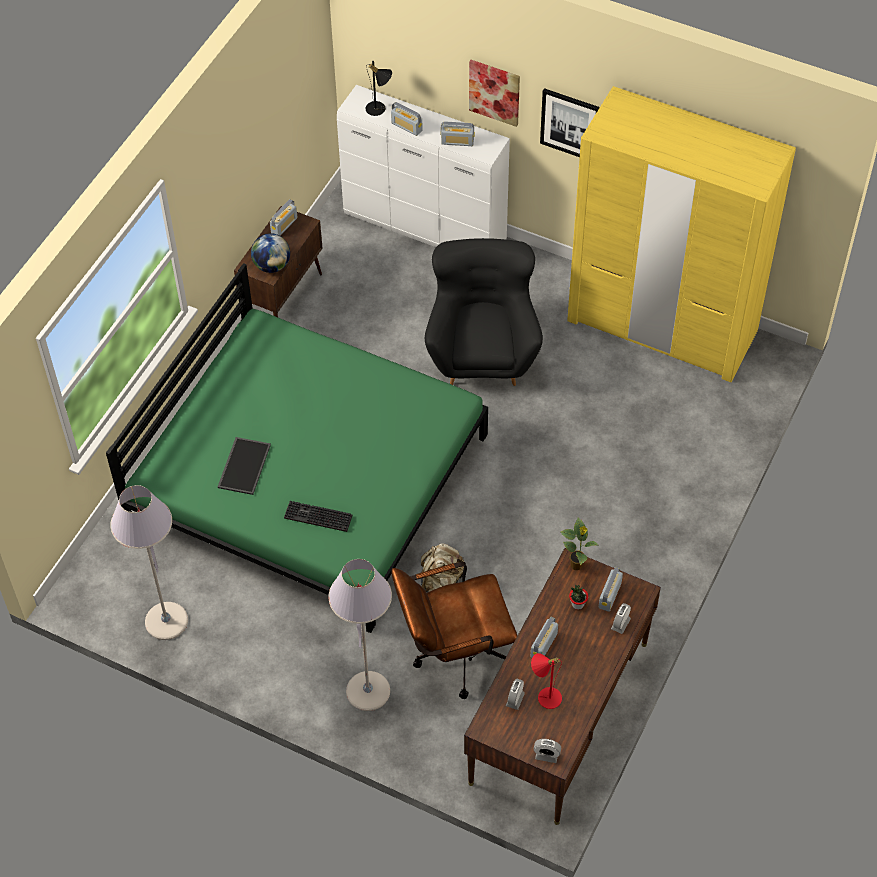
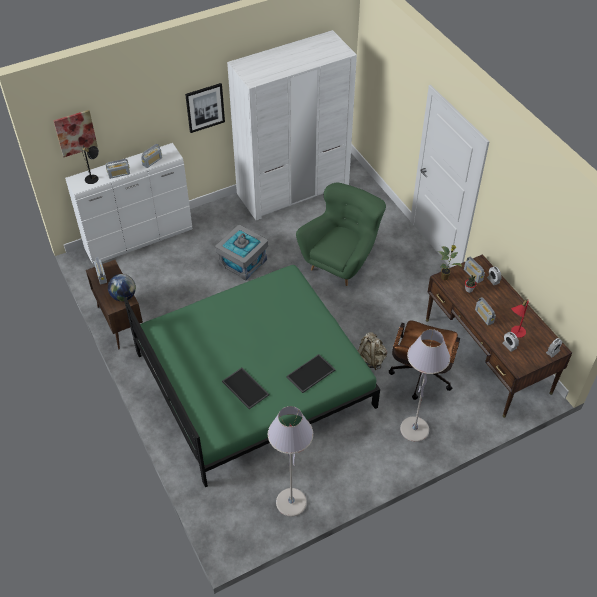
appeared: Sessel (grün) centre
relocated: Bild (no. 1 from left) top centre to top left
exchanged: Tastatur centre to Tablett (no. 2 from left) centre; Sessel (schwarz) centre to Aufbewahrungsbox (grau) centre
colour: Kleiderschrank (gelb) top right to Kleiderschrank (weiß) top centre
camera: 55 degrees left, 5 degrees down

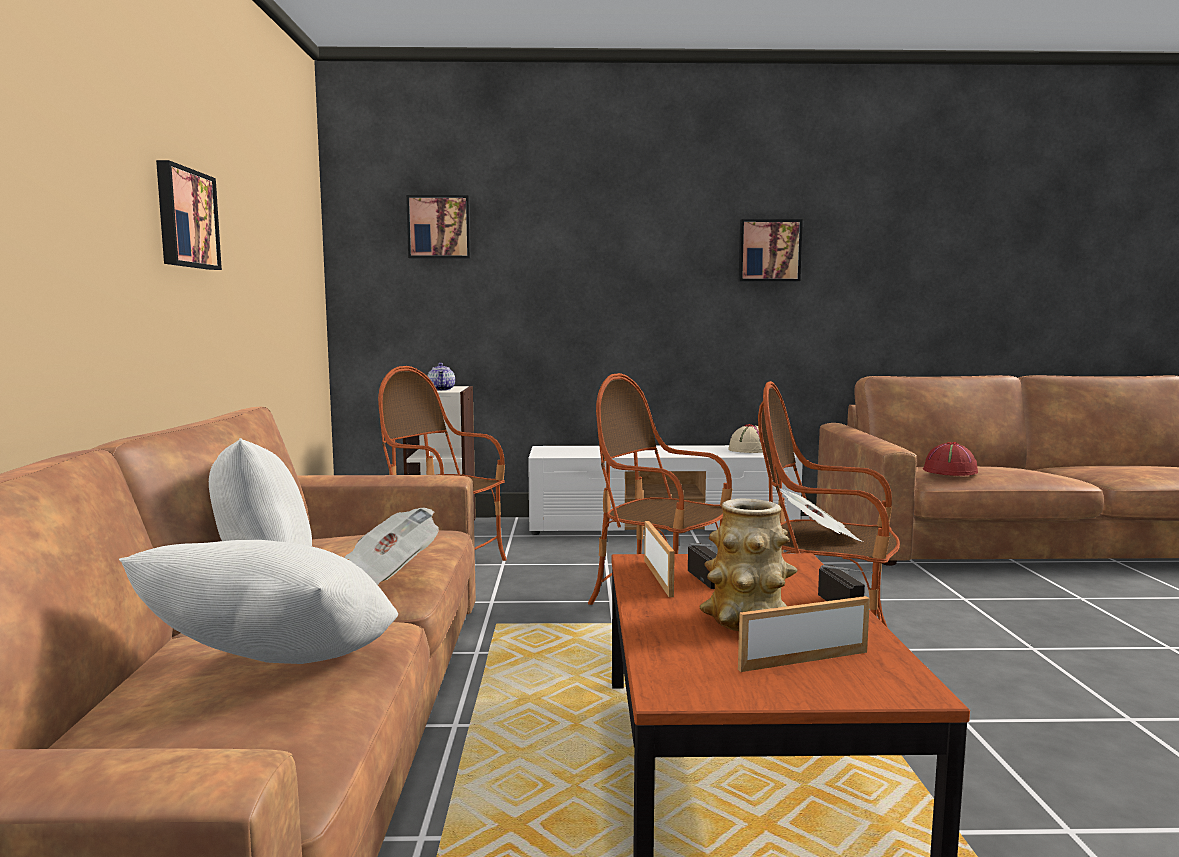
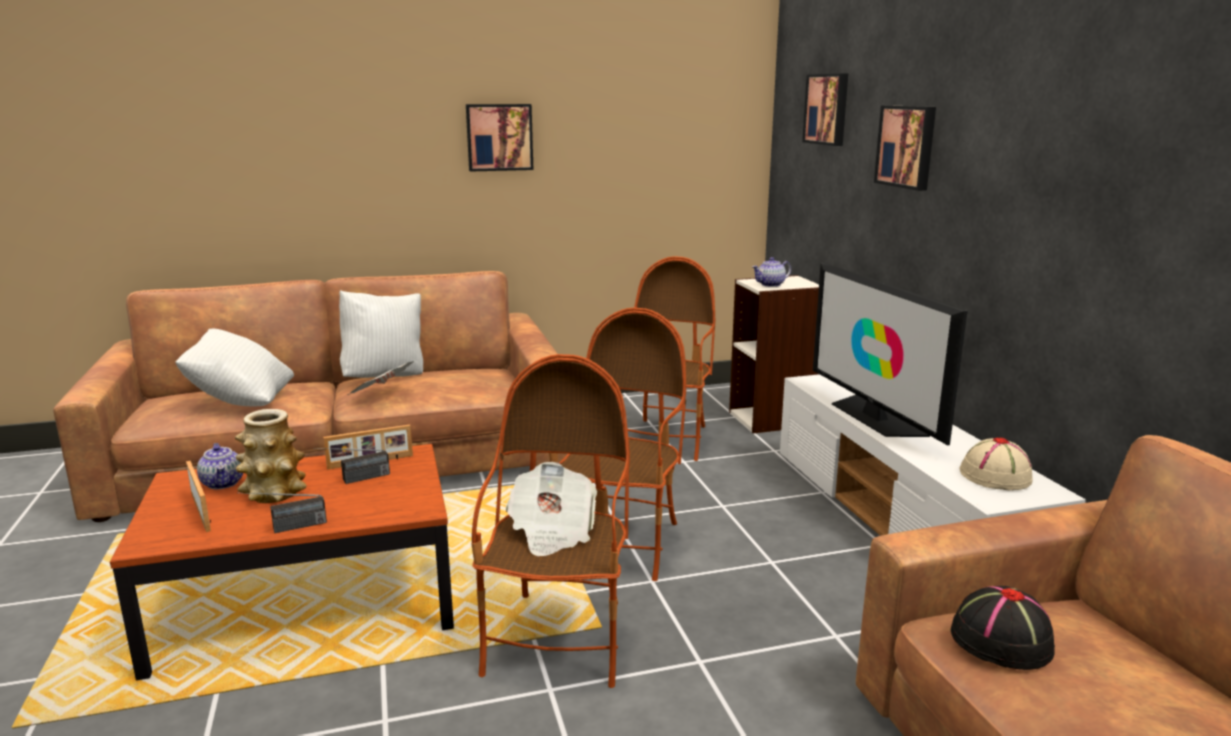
appeared: Teekanne (no. 1 from left) middle left; Fernseher middle right
relocated: Bild (no. 3 from left) top centre to top right
colour: Hut (rot) middle right to Hut (schwarz) bottom right
camera: 75 degrees right, 10 degrees up

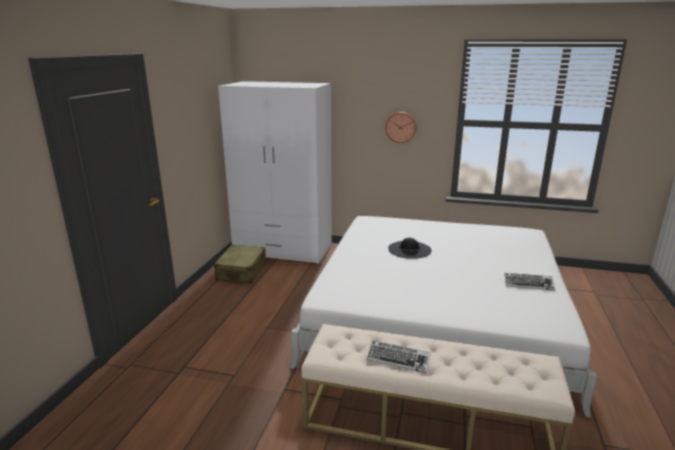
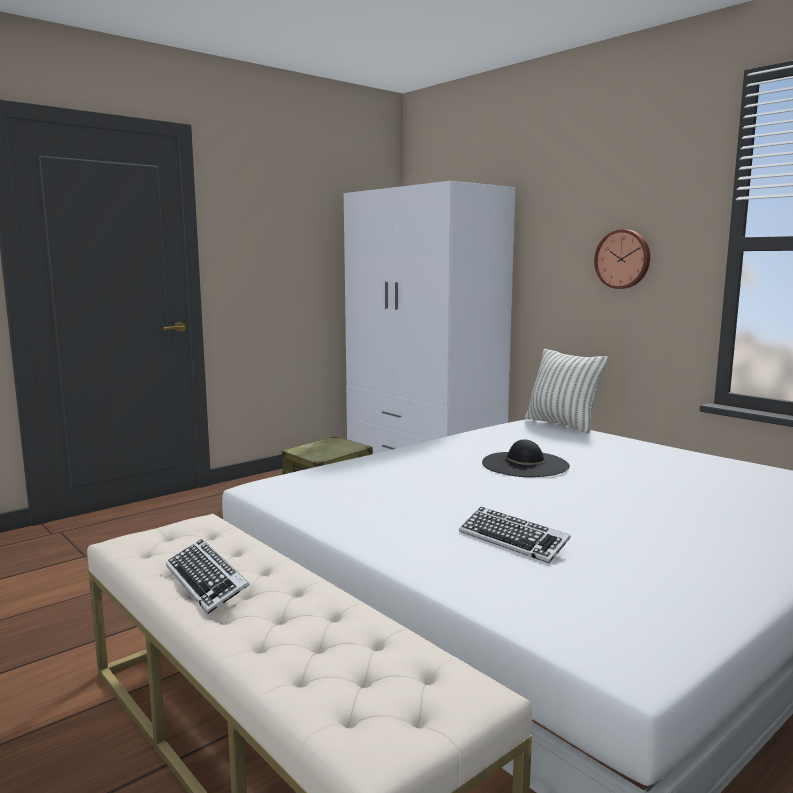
appeared: Kissen middle right
relocated: Tastatur (no. 2 from left) middle right to bottom centre
camera: 35 degrees right, 10 degrees down

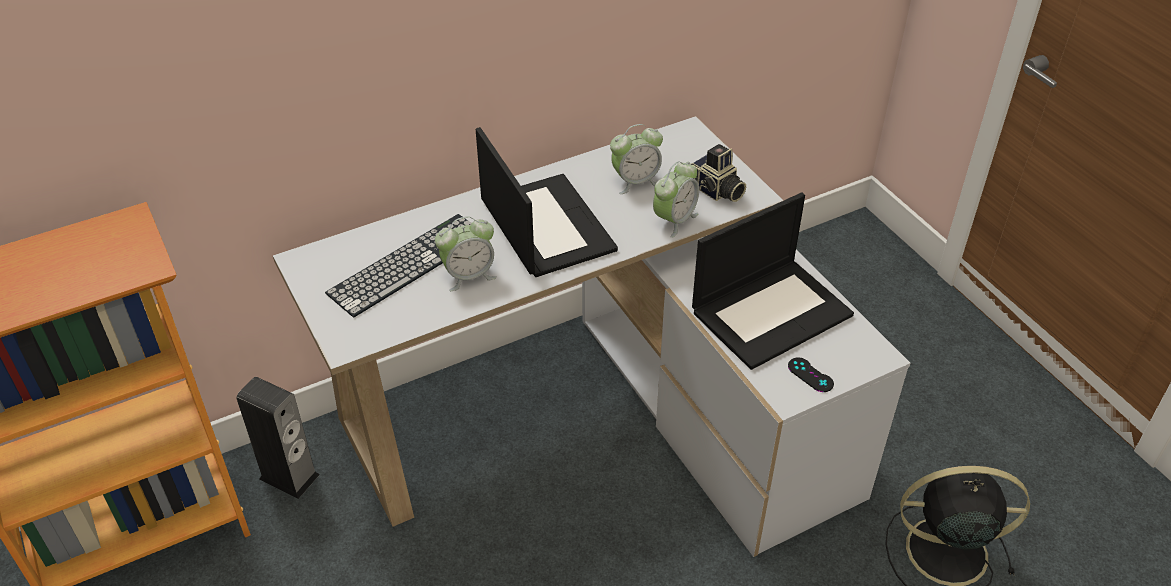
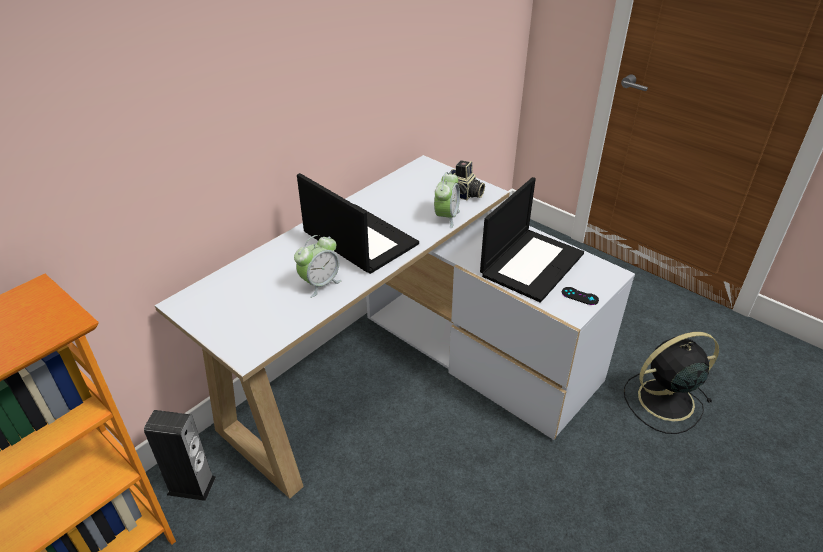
missing: Tastatur centre; Wecker (no. 2 from left) top centre
camera: 20 degrees left, 5 degrees down

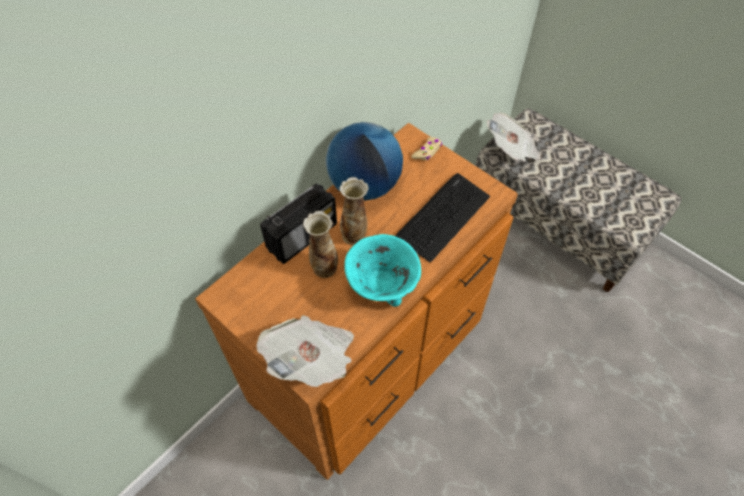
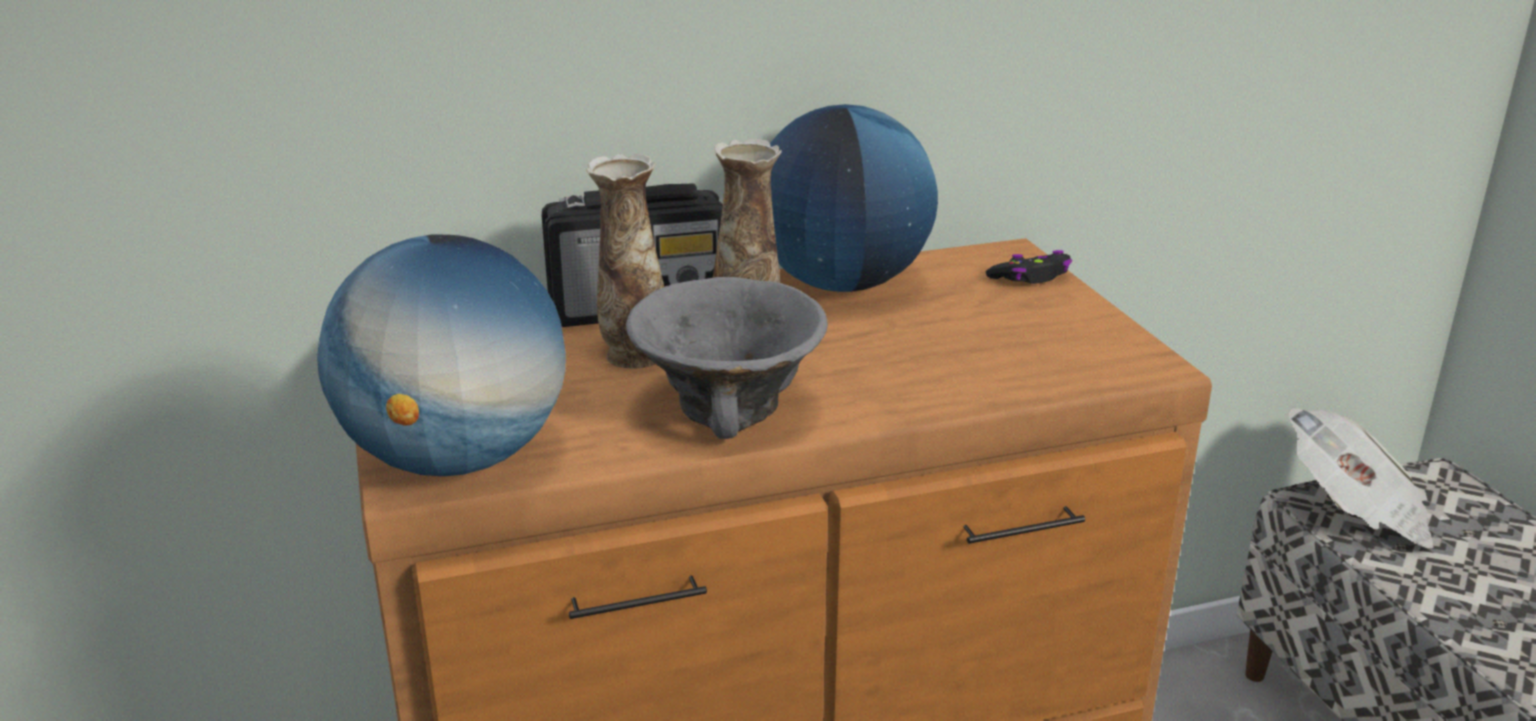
missing: Tastatur centre
exchanged: Zeitung (no. 1 from left) bottom centre to Globus (no. 1 from left) middle left
colour: Schüssel (türkis) centre to Schüssel (grau) centre; Gamepad (beige) top centre to Gamepad (schwarz) middle right
camera: 30 degrees right, 30 degrees down

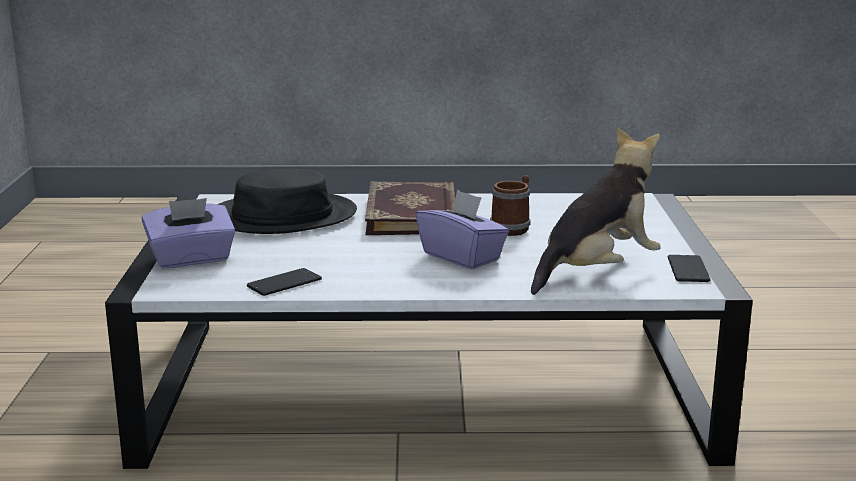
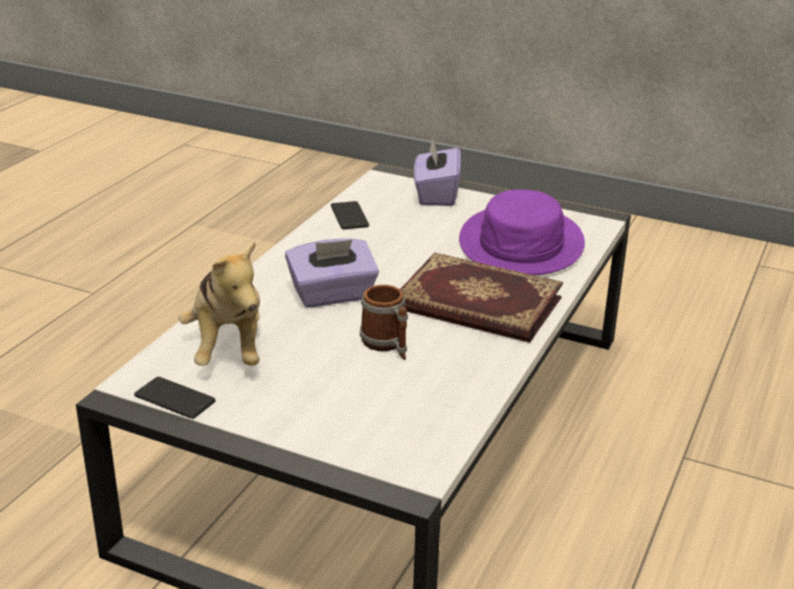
colour: Hut (schwarz) centre to Hut (lila) centre
camera: 115 degrees right, 10 degrees up

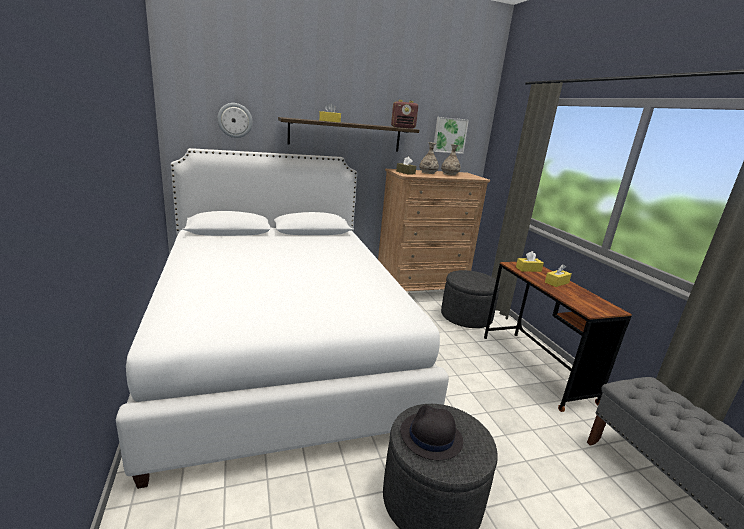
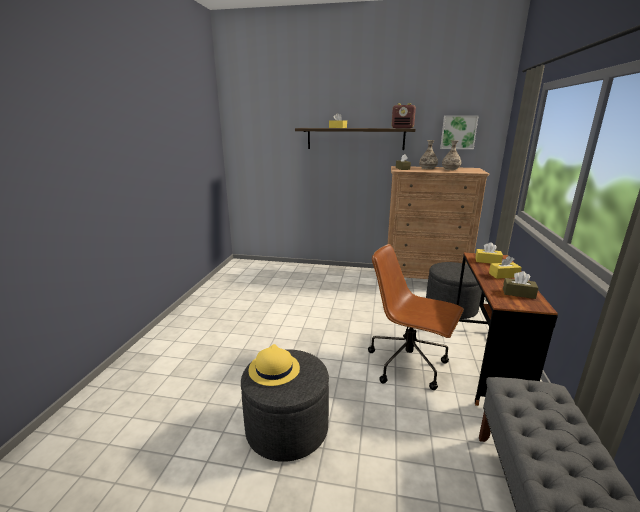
missing: Bett (weiß) centre; Wanduhr top left
appeared: Bürostuhl (braun) centre; Taschentuchbox (braun) (no. 2 from left) middle right
colour: Hut (schwarz) bottom centre to Hut (gelb) bottom centre
camera: 30 degrees right, 0 degrees up

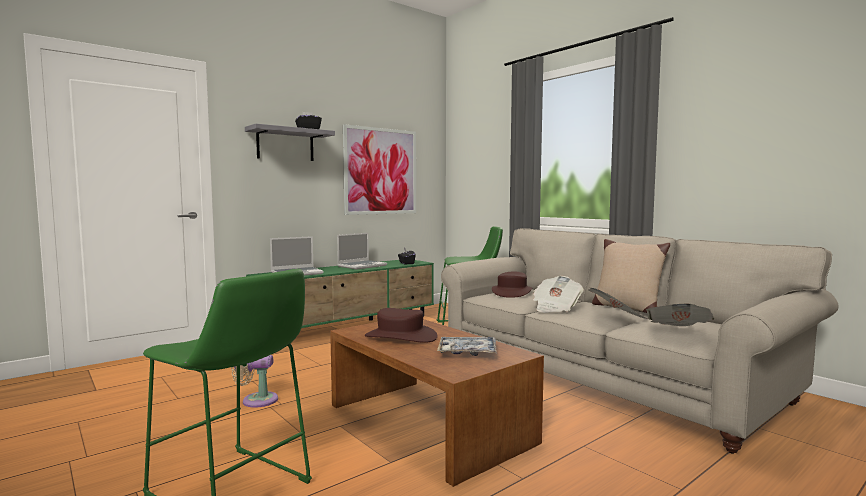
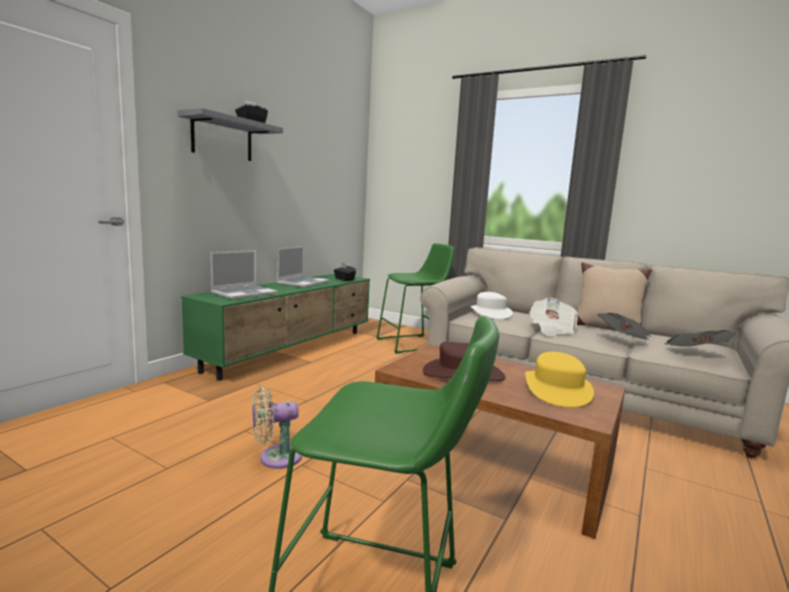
missing: Bild centre
exchanged: Tablett bottom centre to Hut (gelb) middle right
colour: Hut (braun) (no. 2 from left) centre to Hut (weiß) centre
camera: 20 degrees left, 5 degrees up

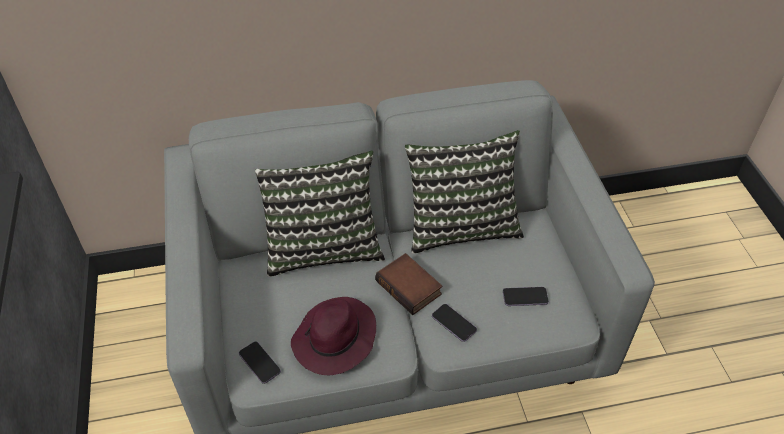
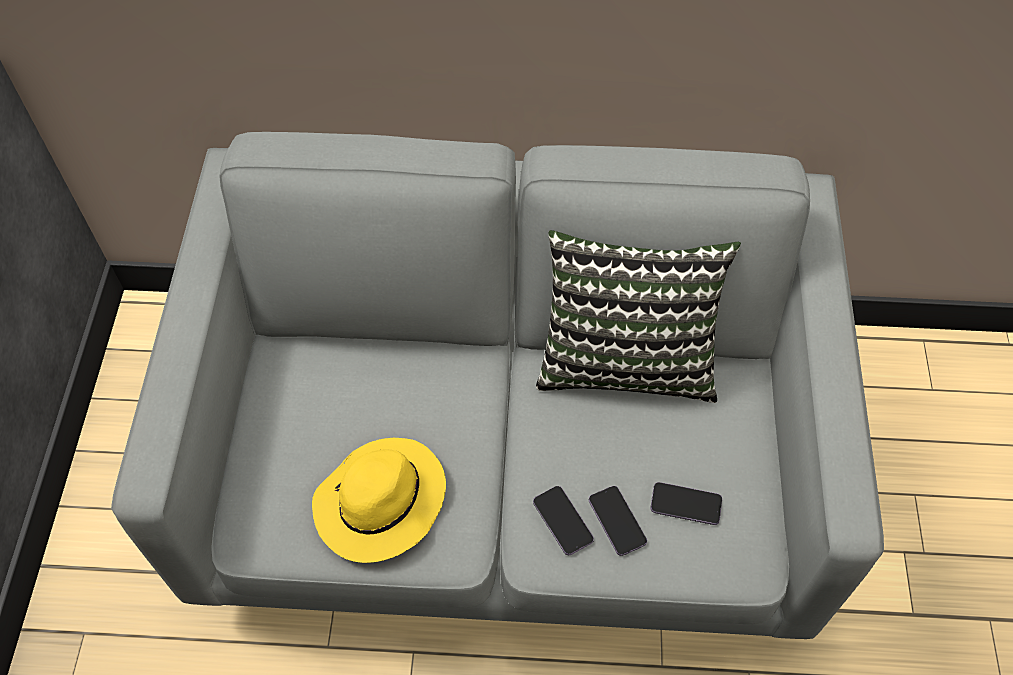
missing: Kissen (no. 1 from left) centre; Buch centre
relocated: Handy (no. 1 from left in the first image) bottom left to Handy (no. 2 from left) bottom centre
colour: Hut (lila) bottom centre to Hut (gelb) bottom centre
camera: 15 degrees right, 10 degrees up

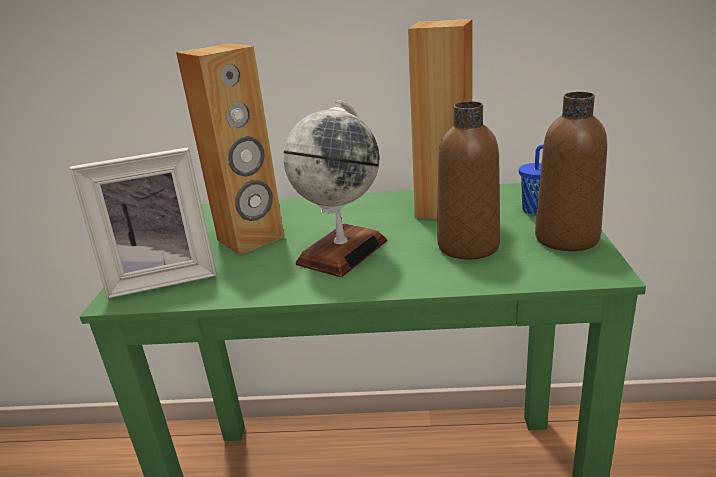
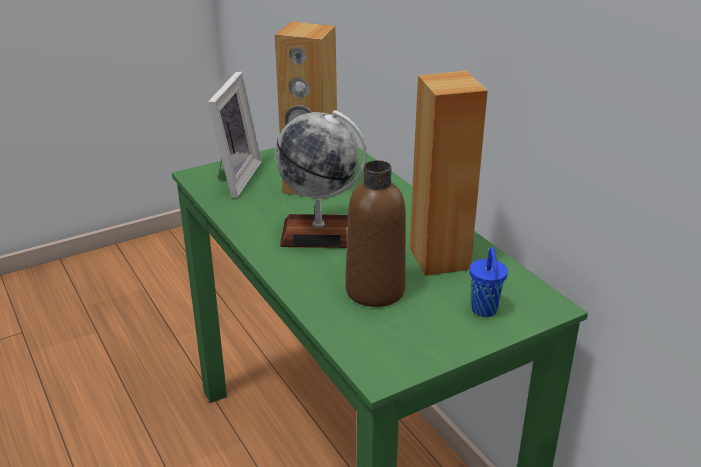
missing: Flasche (braun) (no. 2 from left) middle right
spun: Bilderrahmen middle left = top centre 120 degrees counterclockwise
camera: 55 degrees right, 5 degrees up

